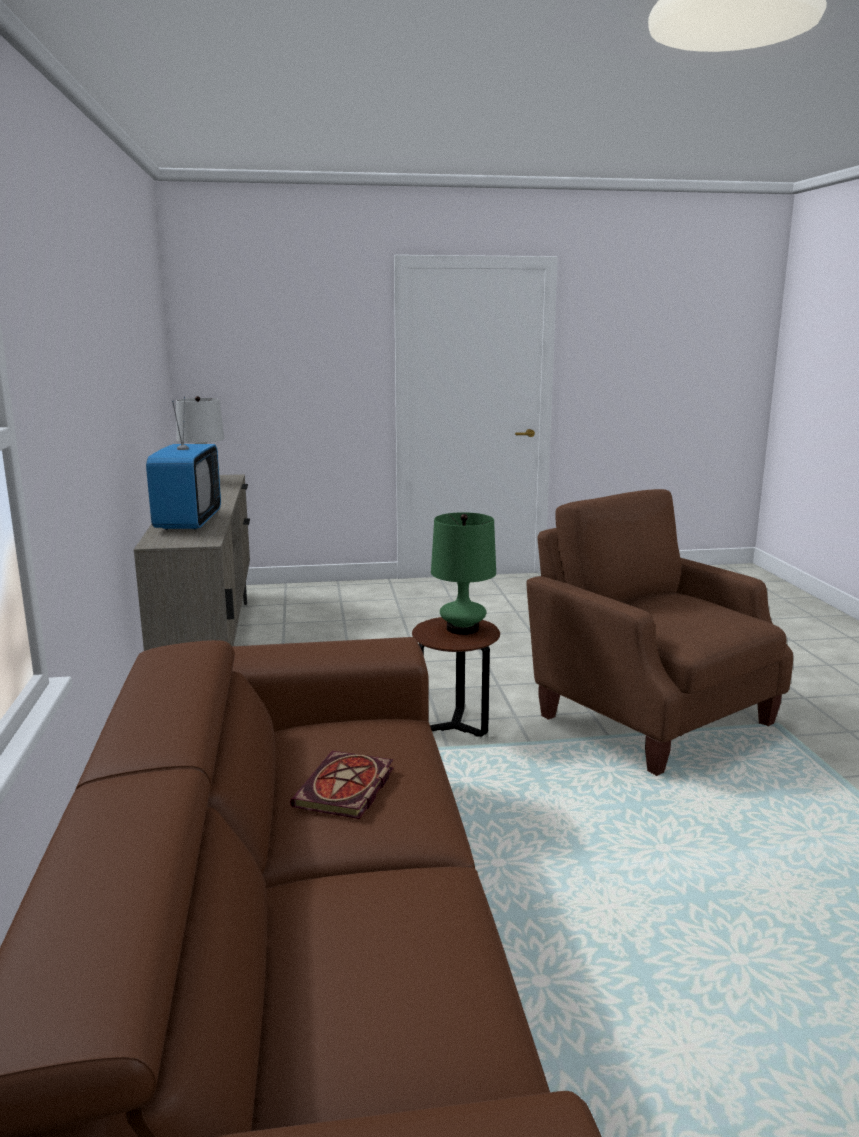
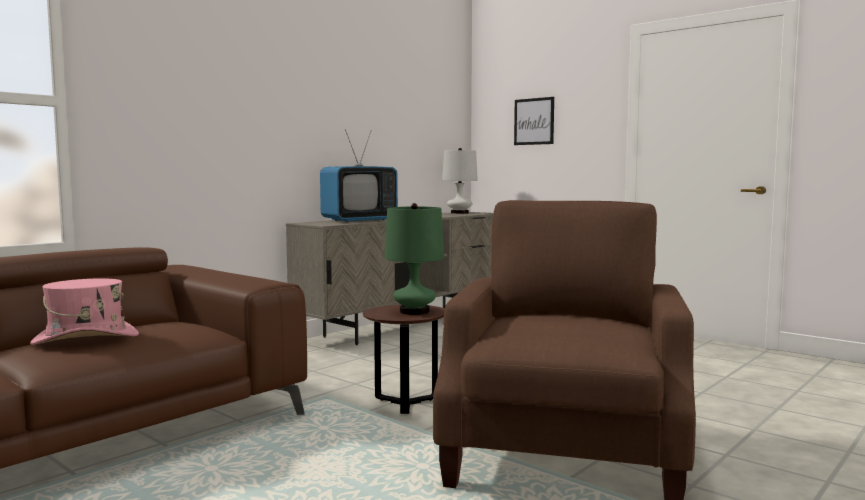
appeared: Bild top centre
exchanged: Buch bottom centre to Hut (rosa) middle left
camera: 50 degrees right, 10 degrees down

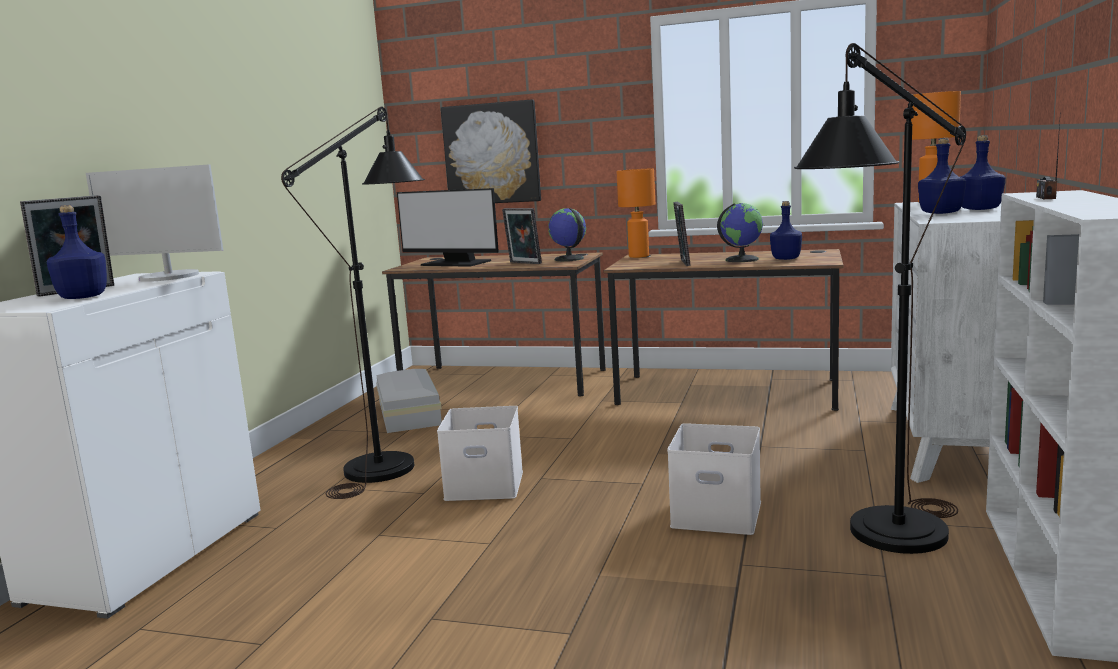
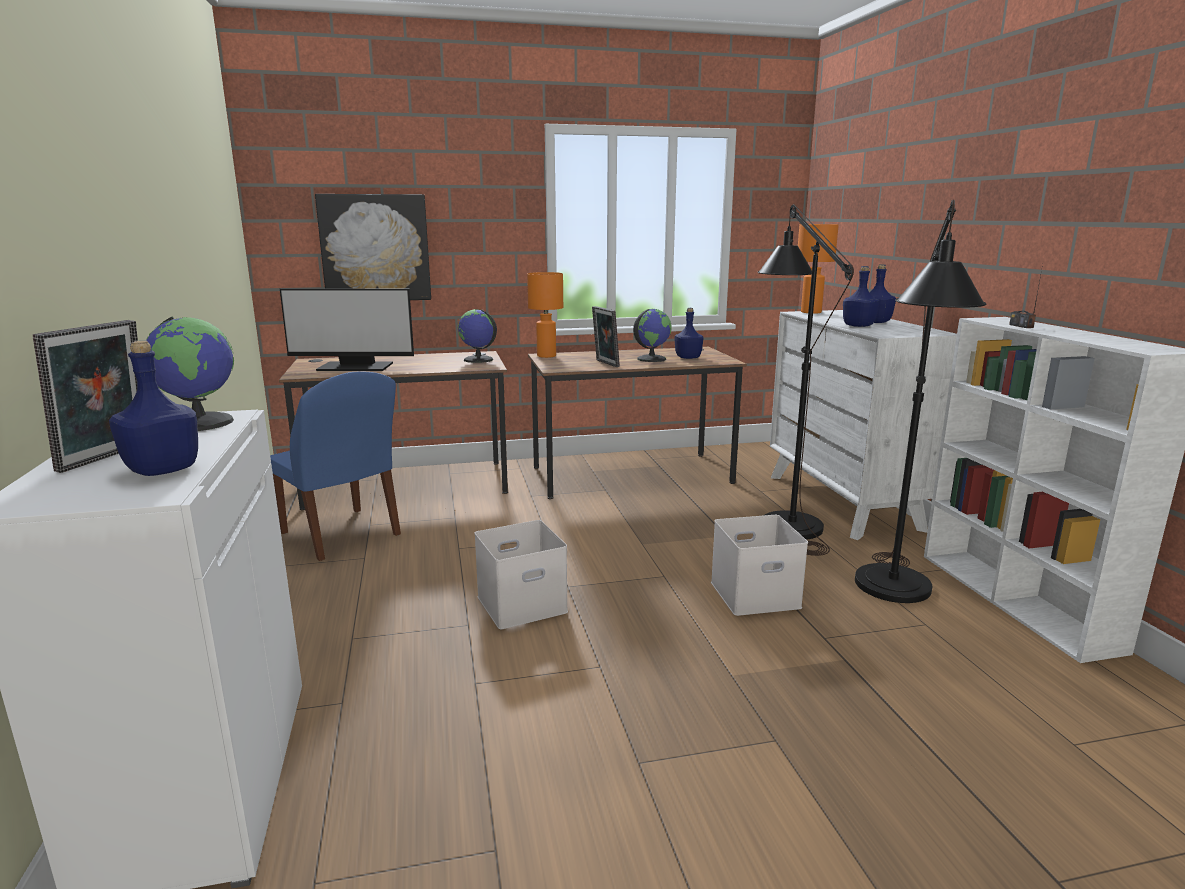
missing: Bilderrahmen (no. 2 from left) centre
relocated: Stehlampe (schwarz) (no. 1 from left) middle left to middle right
exchanged: Monitor (no. 1 from left) middle left to Globus (no. 1 from left) middle left; Aufbewahrungsbox (weiß) (no. 1 from left) centre to Stuhl (blau) middle left
camera: 30 degrees left, 5 degrees up

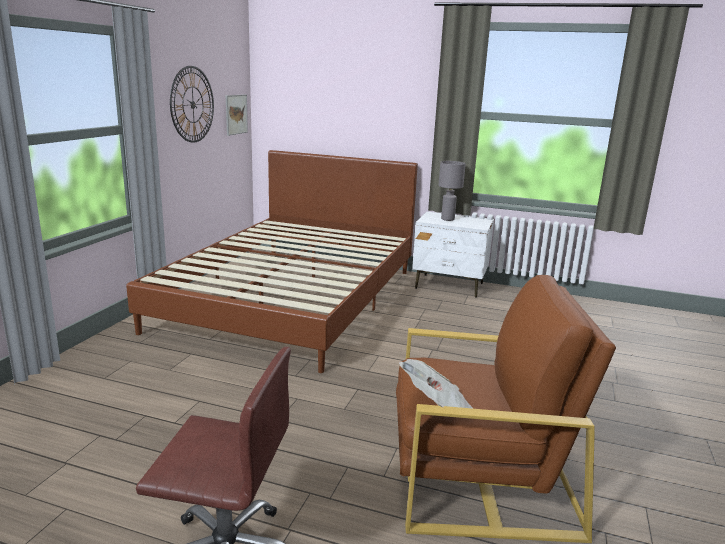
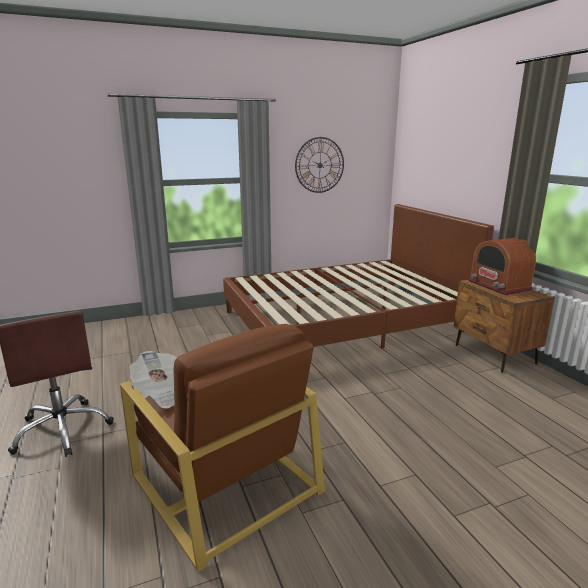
missing: Bild top left
exchanged: Tischlampe (grau) centre to Radio middle right
colour: Nachttisch (weiß) centre to Nachttisch (braun) middle right
camera: 50 degrees right, 0 degrees up

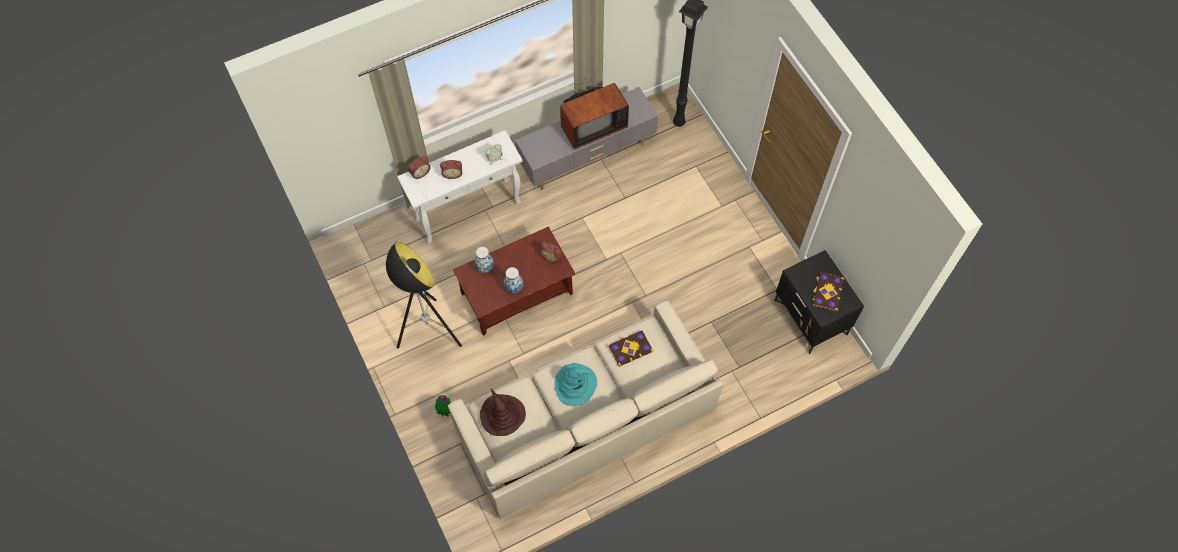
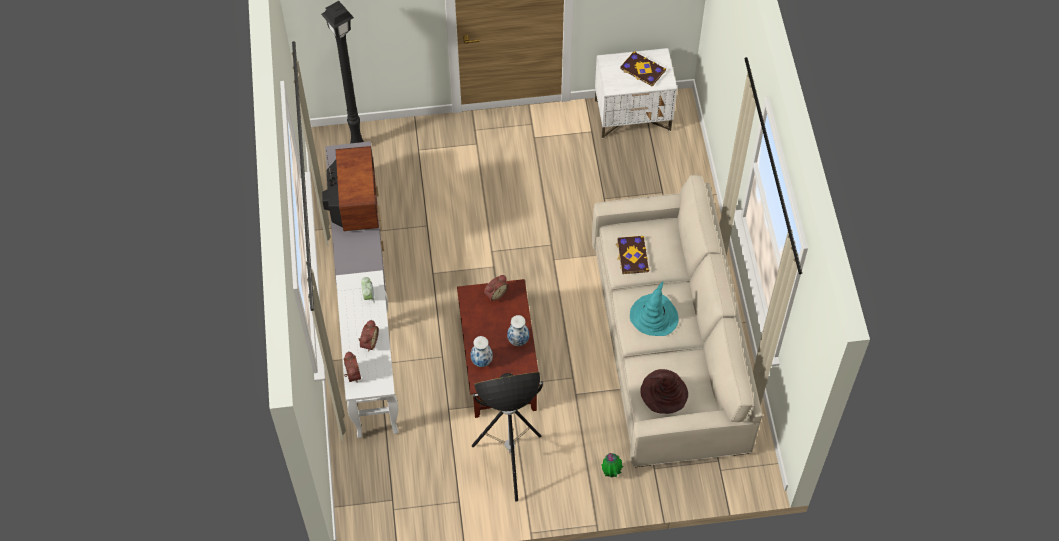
colour: Nachttisch (schwarz) middle right to Nachttisch (weiß) top centre
camera: 70 degrees left, 5 degrees down

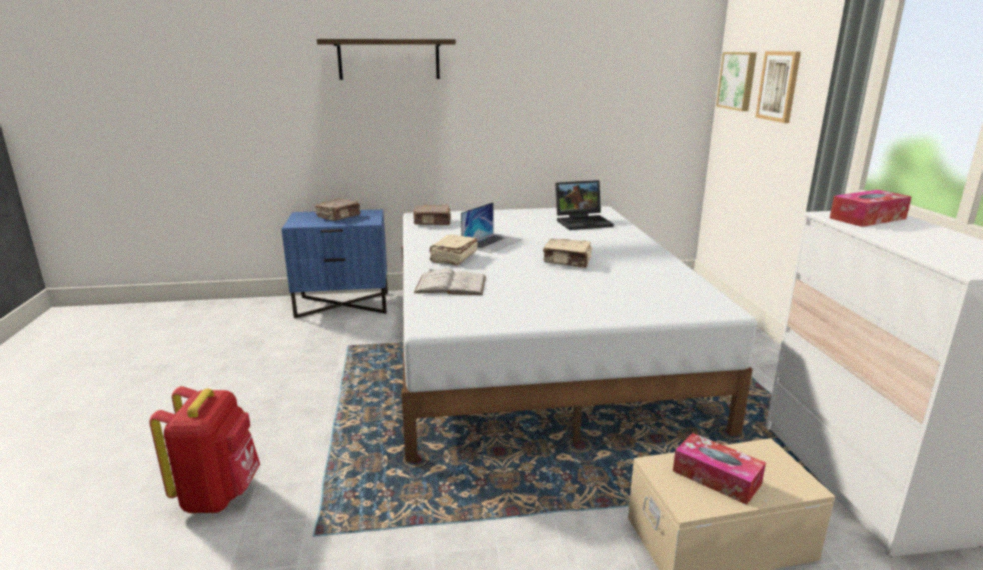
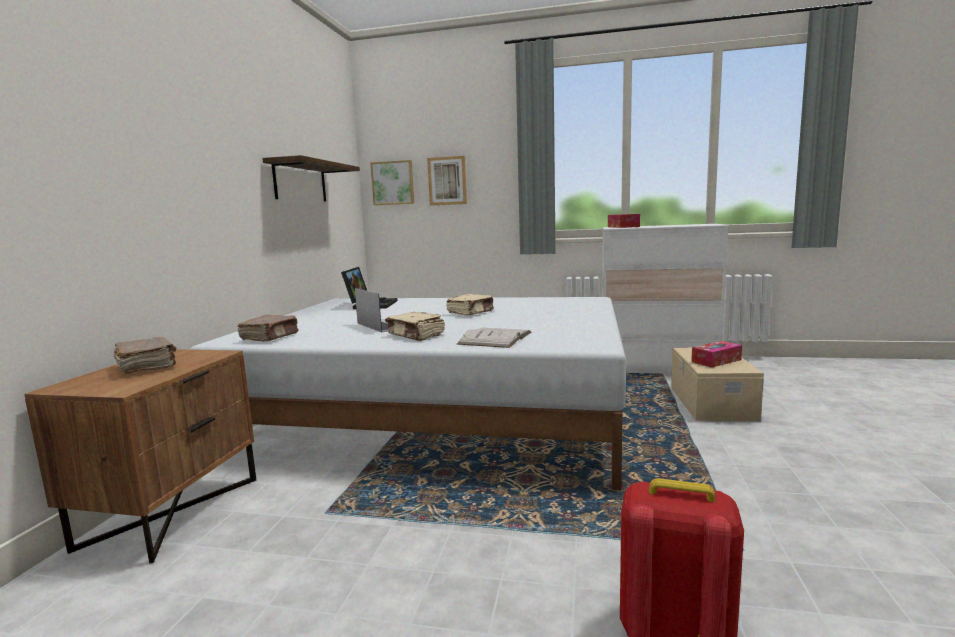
relocated: Wandregal top centre to top left
colour: Nachttisch (blau) centre to Nachttisch (braun) bottom left
camera: 70 degrees left, 10 degrees down

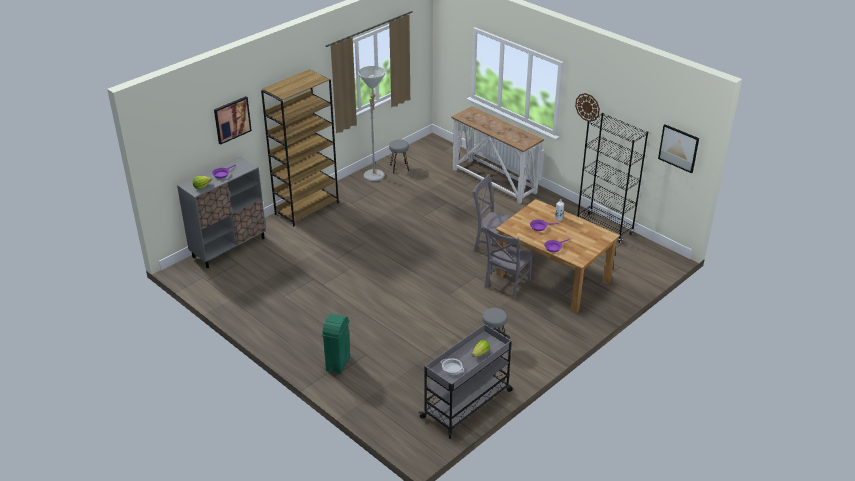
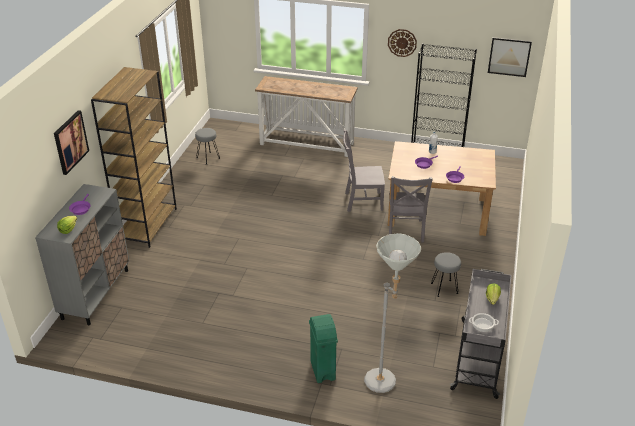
relocated: Stehlampe (grau) top centre to bottom centre
camera: 30 degrees left, 0 degrees up

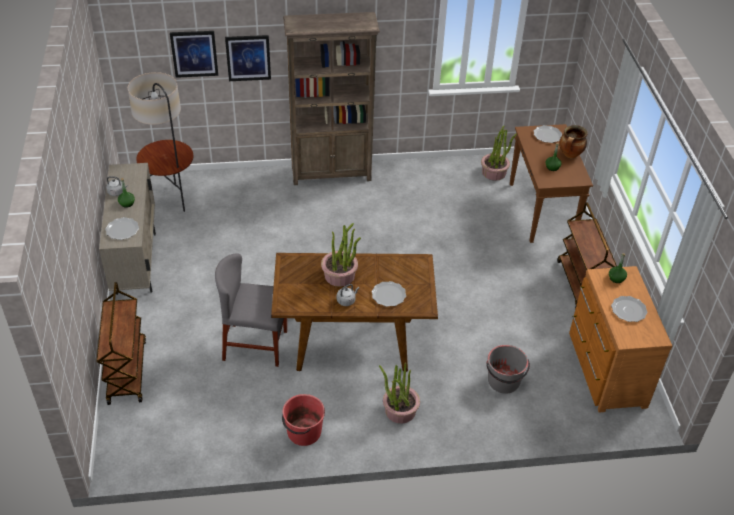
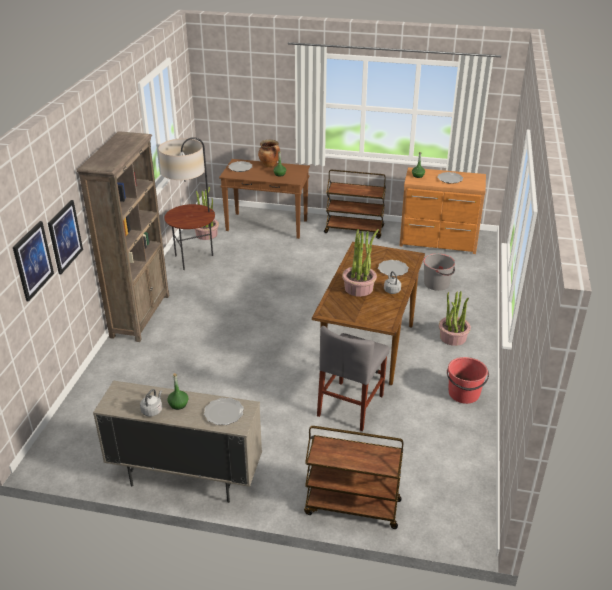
relocated: Stehlampe top left to middle left
camera: 70 degrees left, 10 degrees down

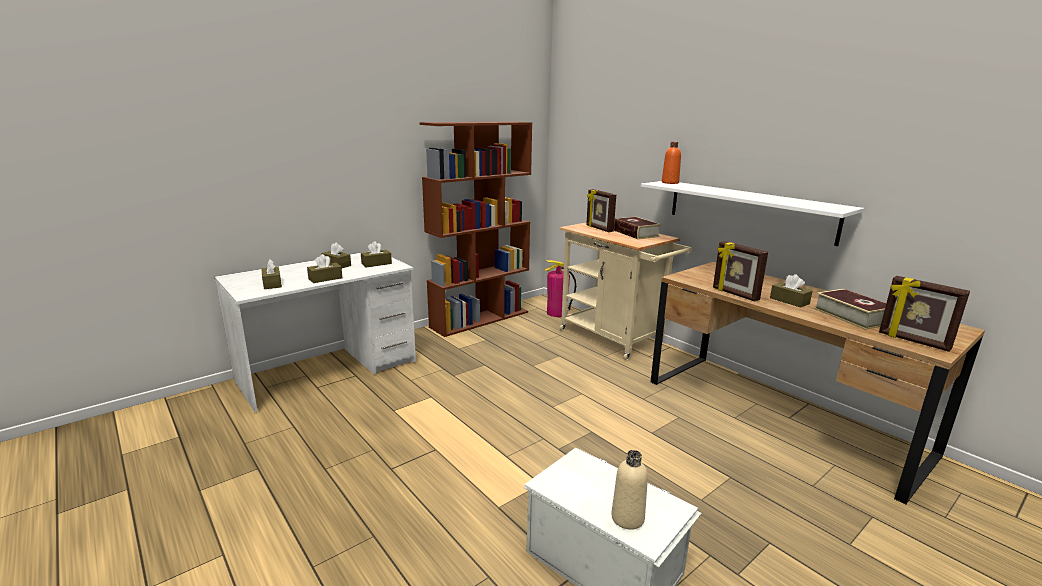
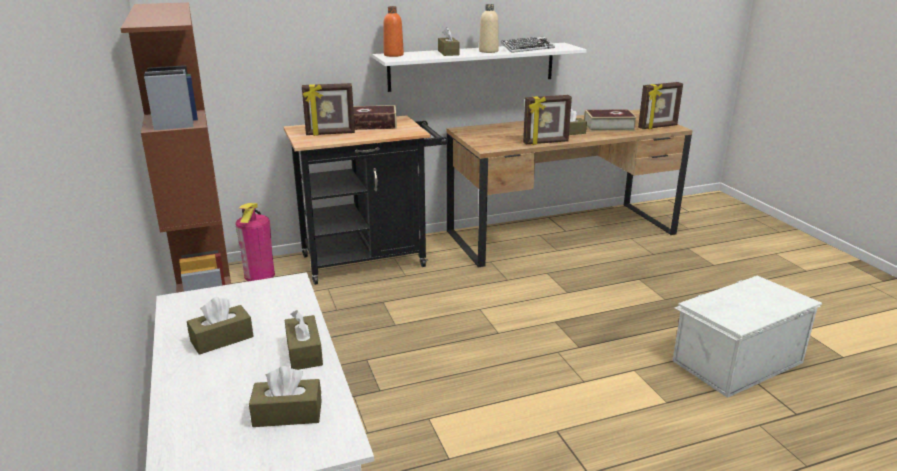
appeared: Tastatur top centre
relocated: Taschentuchbox (braun) (no. 4 from left) centre to top centre; Flasche (beige) bottom centre to top centre
colour: Rollwagen (beige) centre to Rollwagen (schwarz) centre
camera: 70 degrees left, 5 degrees up

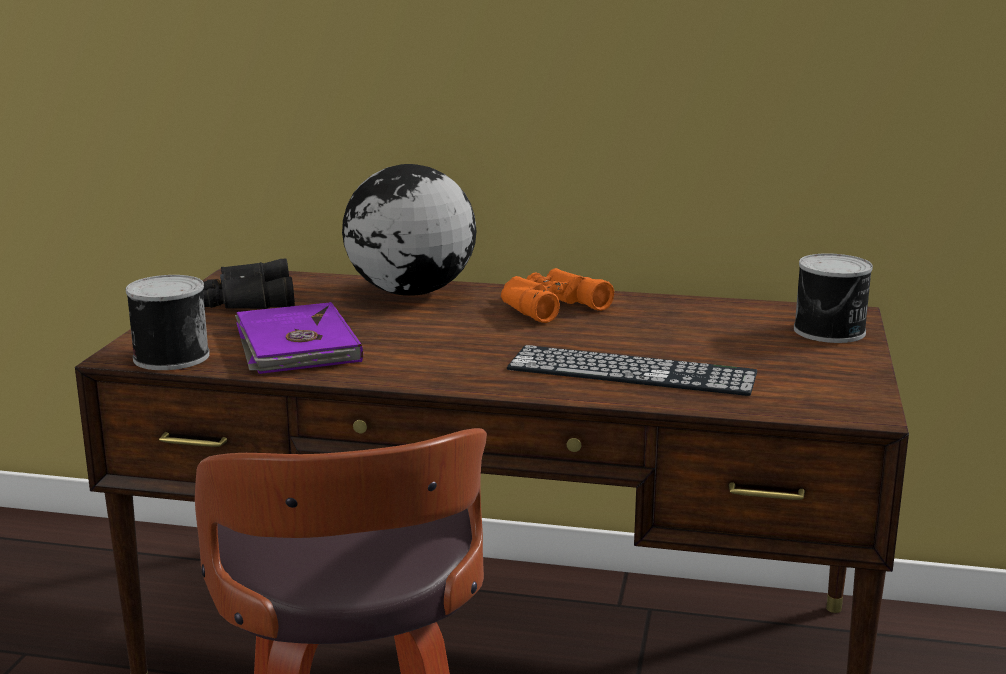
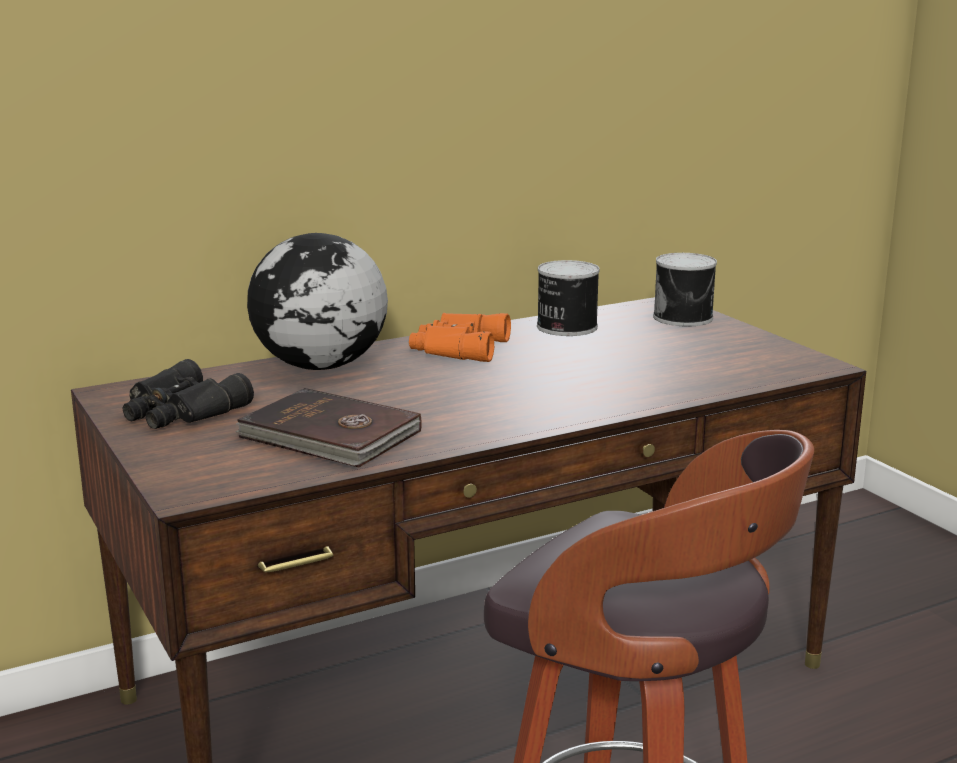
missing: Tastatur centre
relocated: Dose (no. 1 from left) middle left to centre
colour: Buch (lila) middle left to Buch (braun) centre
camera: 40 degrees left, 0 degrees up

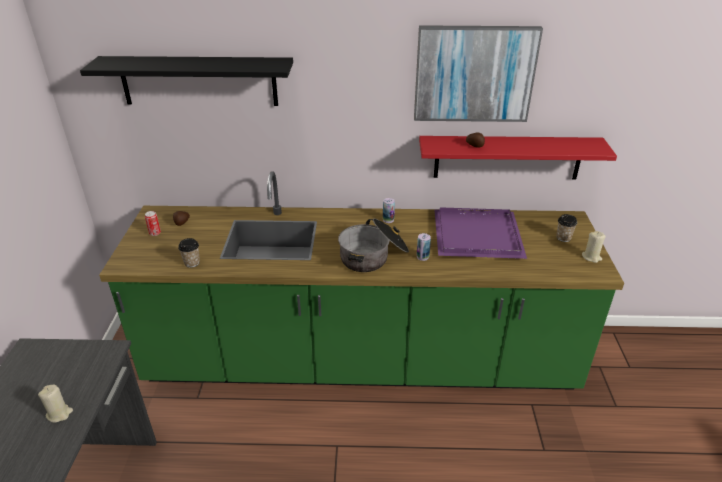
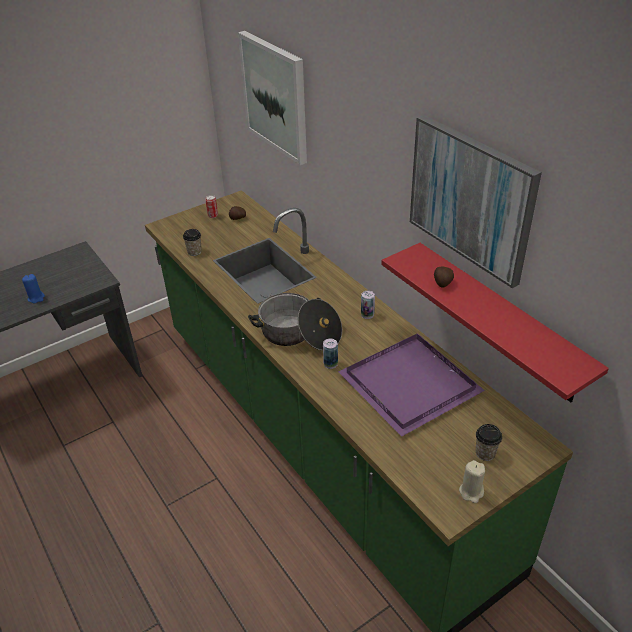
exchanged: Wandregal (schwarz) top left to Bild (no. 1 from left) top centre
colour: Kerze (beige) (no. 1 from left) bottom left to Kerze (blau) middle left
camera: 55 degrees right, 5 degrees up

